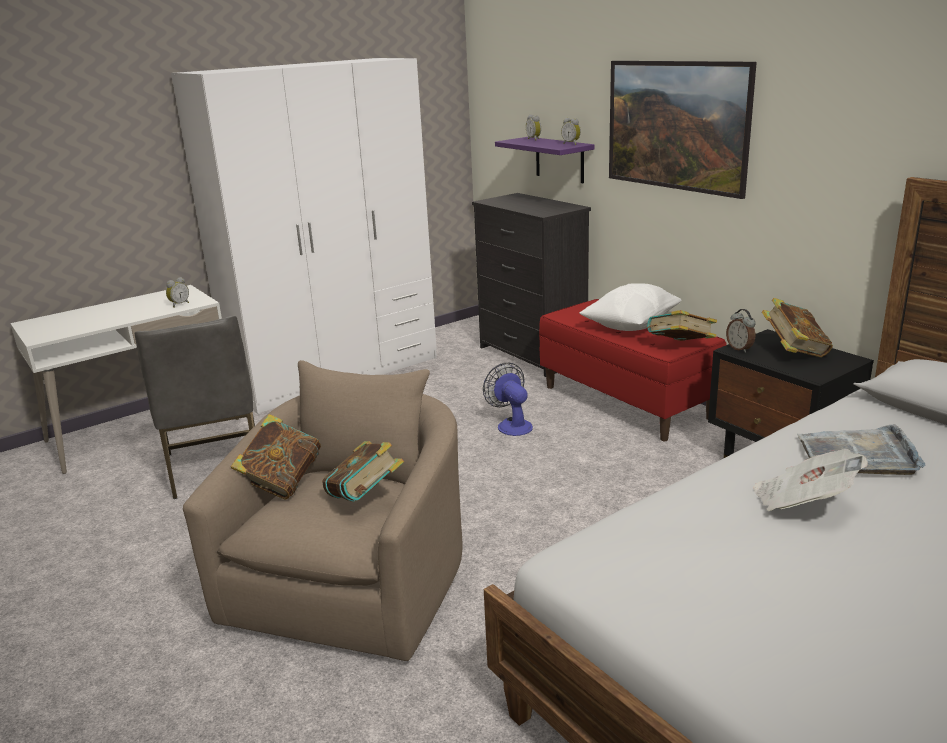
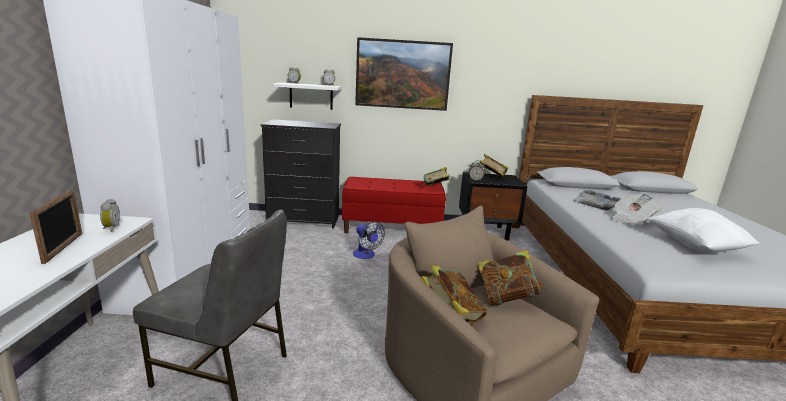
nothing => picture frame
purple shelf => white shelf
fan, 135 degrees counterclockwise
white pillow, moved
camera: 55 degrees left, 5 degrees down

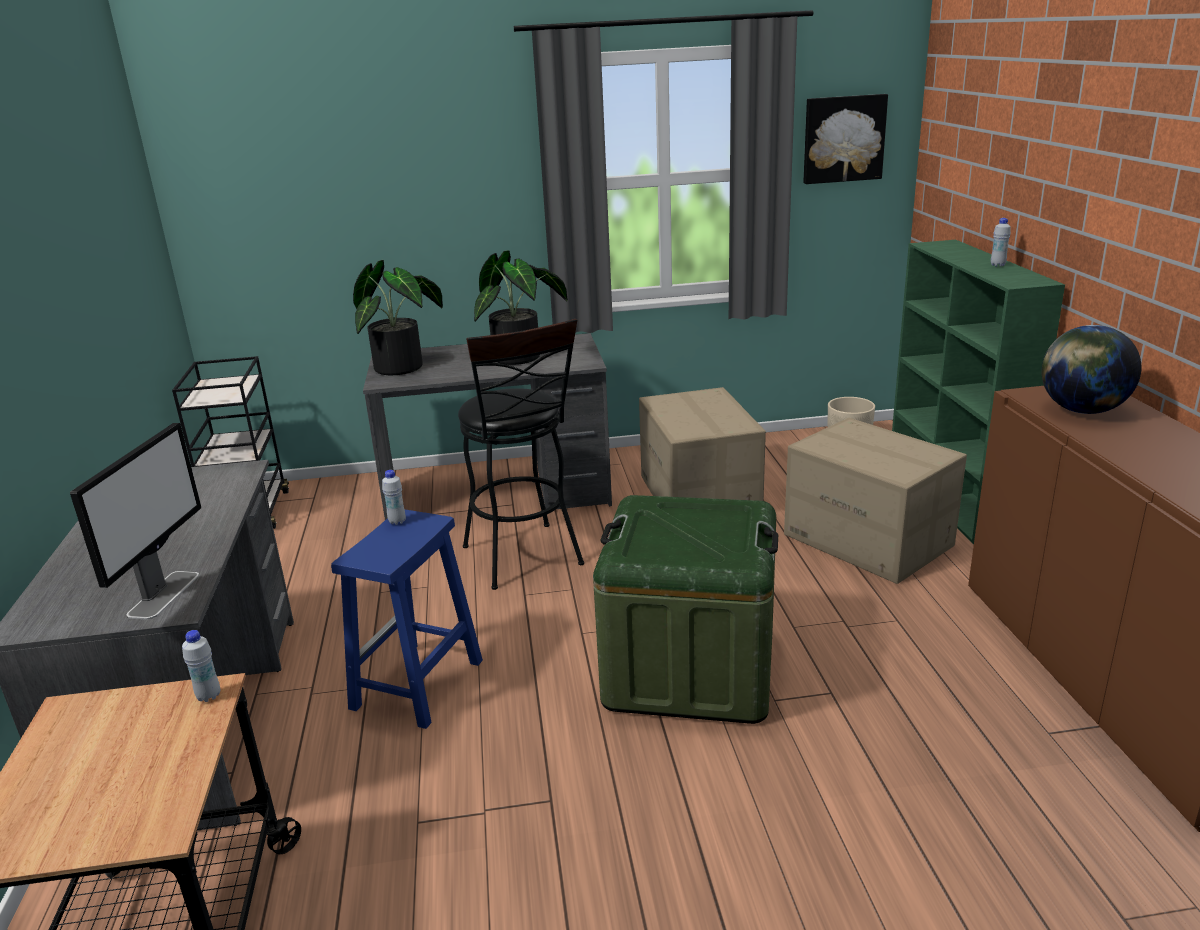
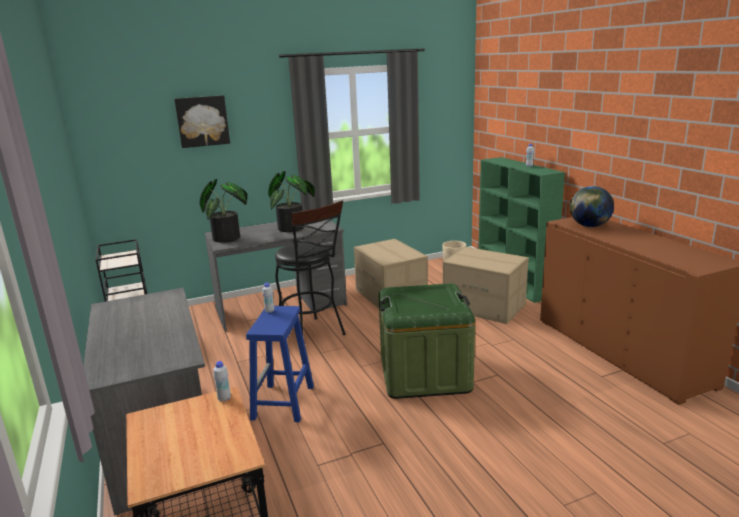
picture, moved
monitor => nothing
camera: 15 degrees left, 5 degrees down

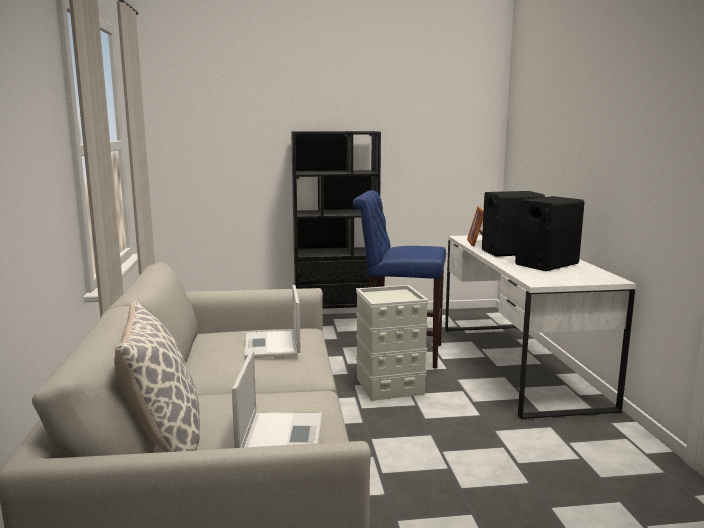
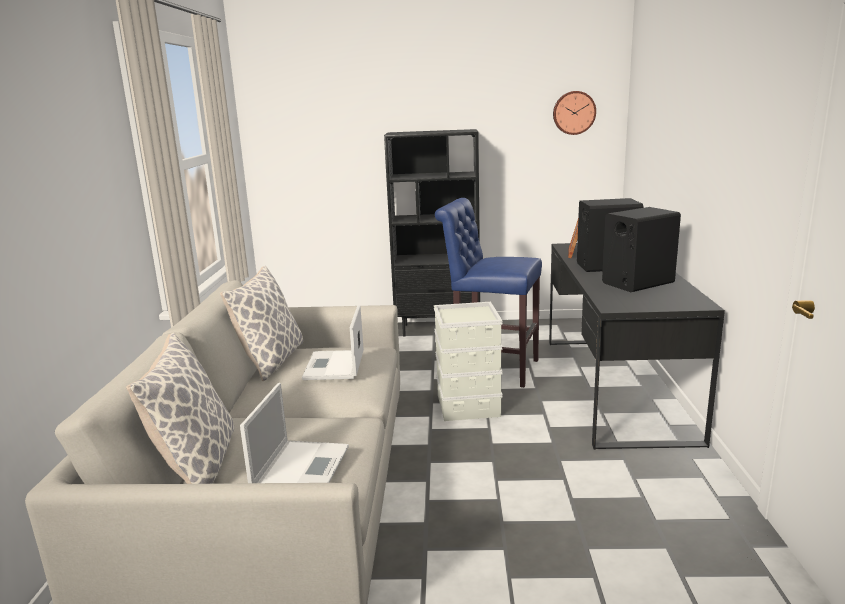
nothing => pillow (2nd from left)
white desk => black desk
nothing => wall clock
camera: 10 degrees right, 5 degrees up

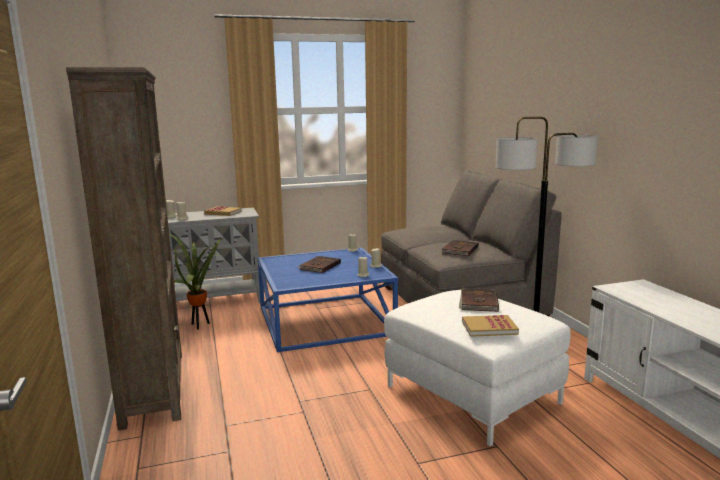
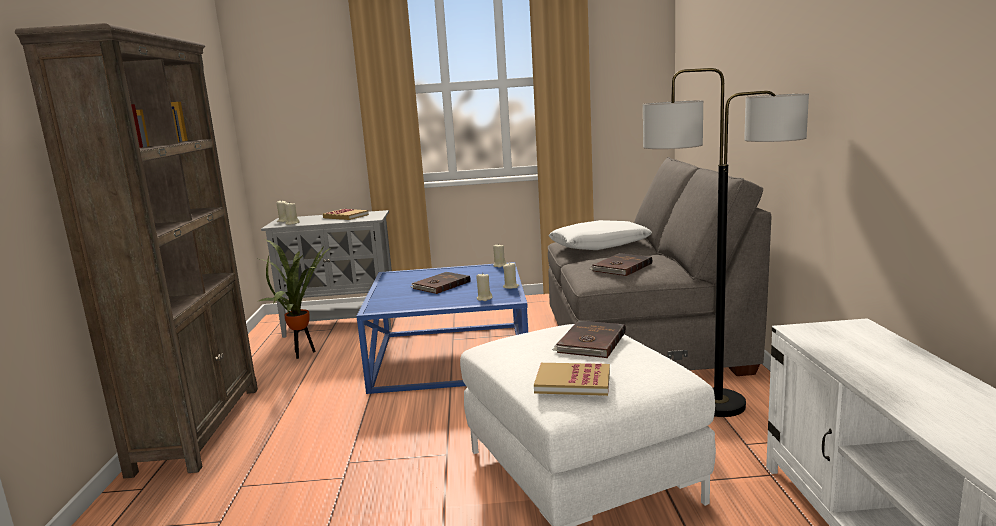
nothing => white pillow
camera: 15 degrees right, 0 degrees up

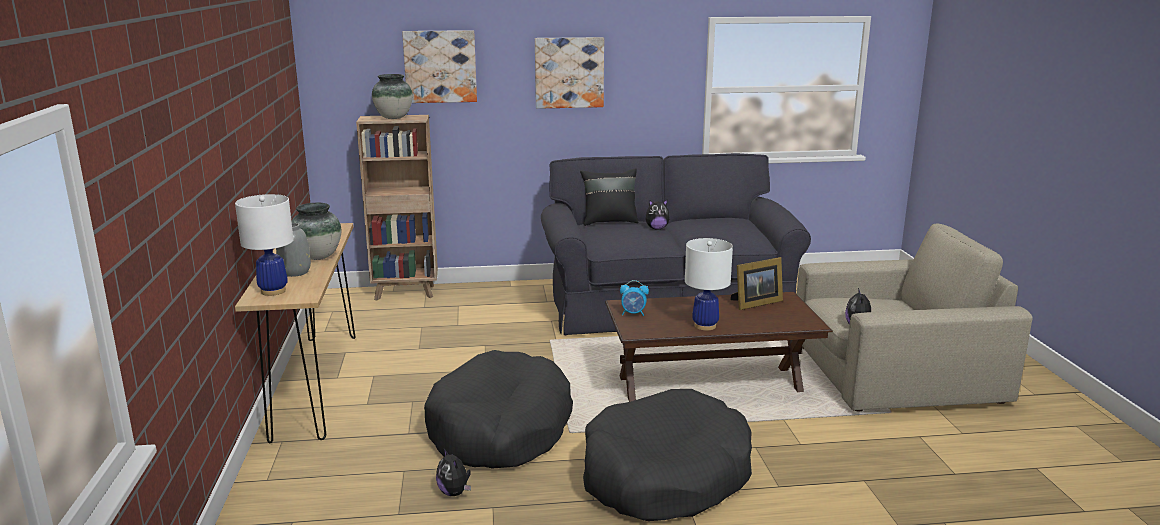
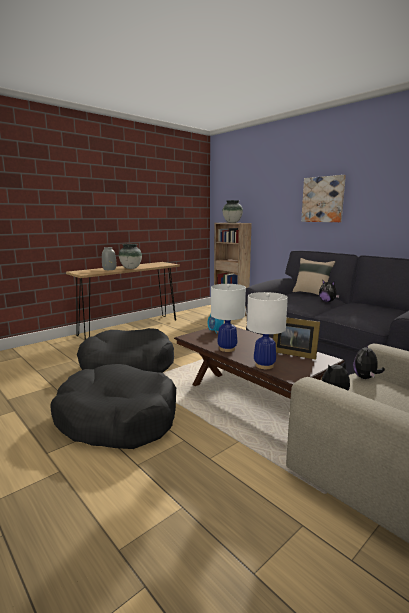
white table lamp (1st from left in the first image) => white table lamp (2nd from left), moved
black pillow => beige pillow
plush toy (1st from left in the first image) => plush toy (3rd from left), moved
picture (1st from left) => nothing
camera: 55 degrees right, 5 degrees down

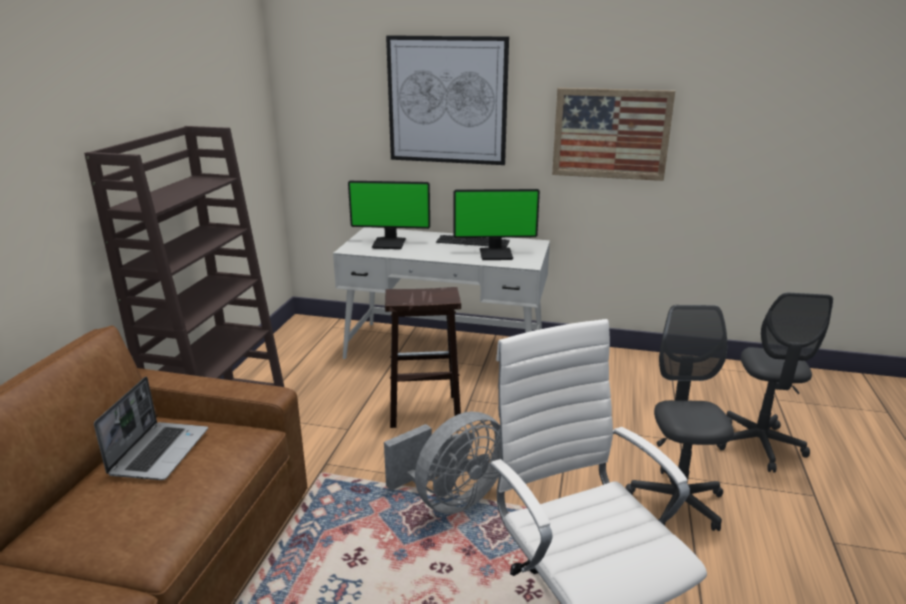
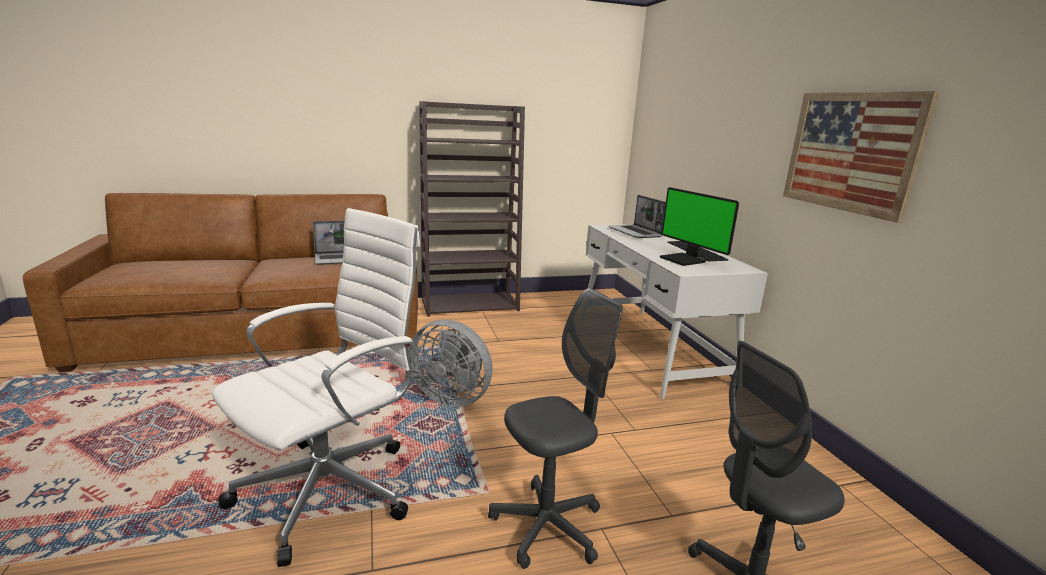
monitor (1st from left) => laptop (2nd from left)
brown stool => nothing
picture (1st from left) => nothing
camera: 60 degrees right, 5 degrees down

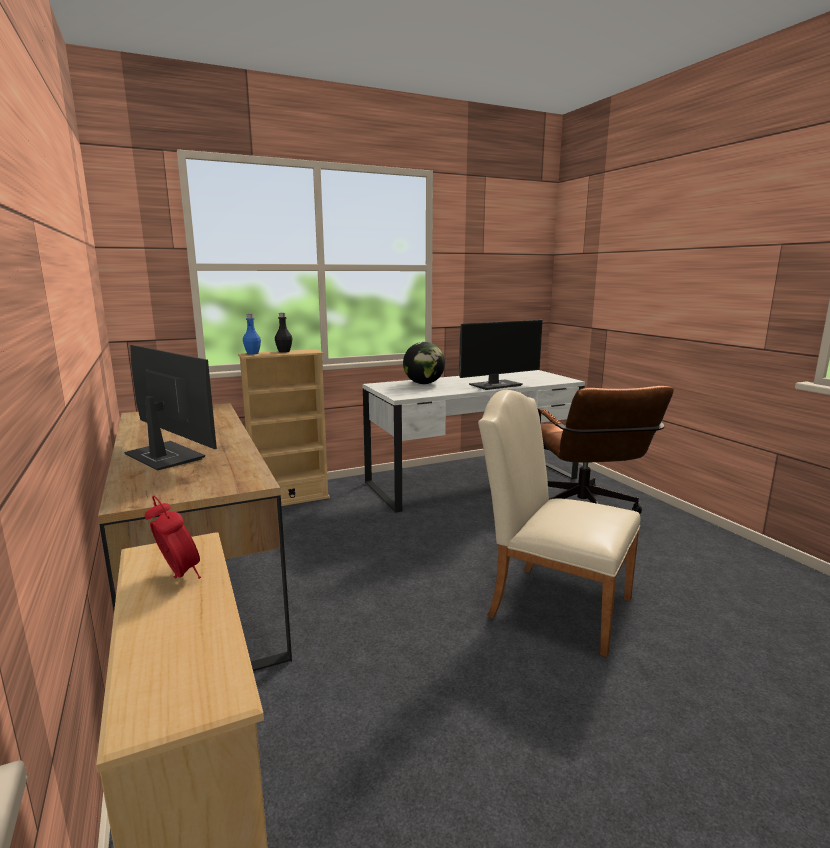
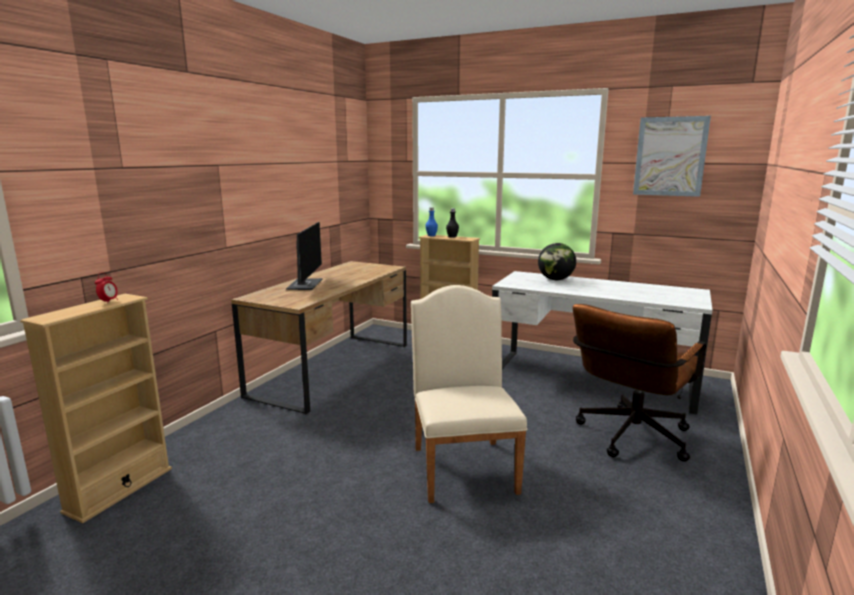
nothing => picture
monitor (2nd from left) => nothing
camera: 50 degrees right, 0 degrees up

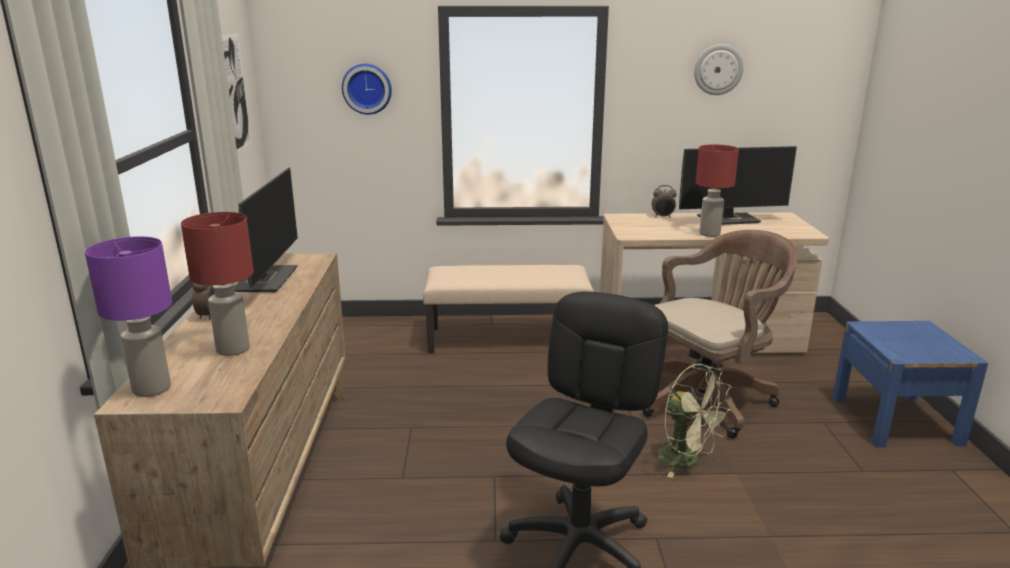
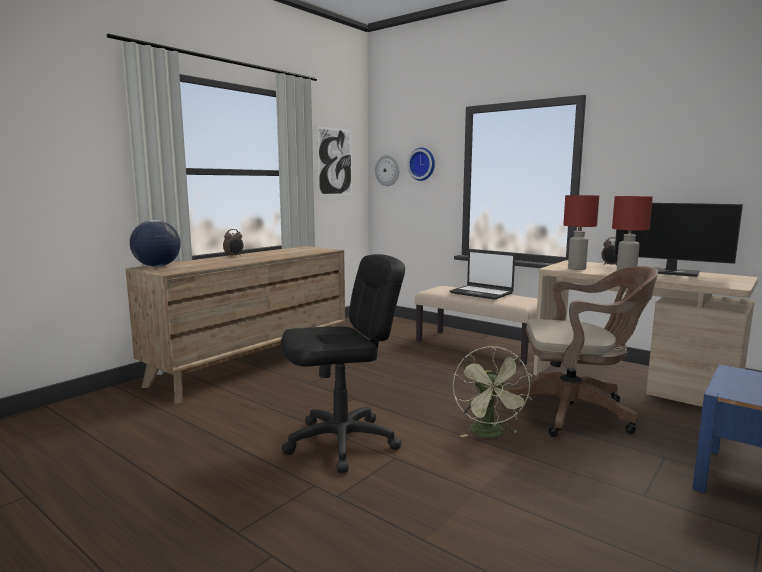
purple table lamp => globe
wall clock (2nd from left in the first image) => wall clock (1st from left), moved
nothing => laptop
red table lamp (1st from left), moved
monitor (1st from left) => nothing
camera: 40 degrees right, 10 degrees down

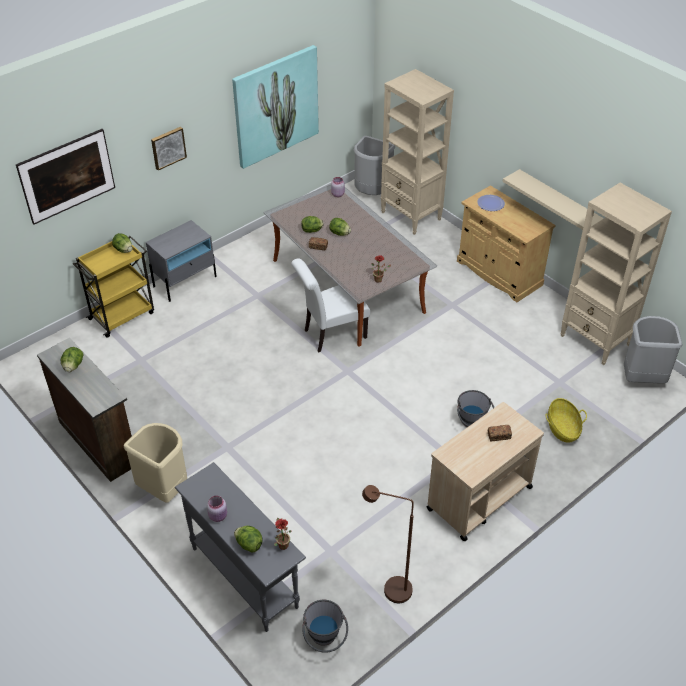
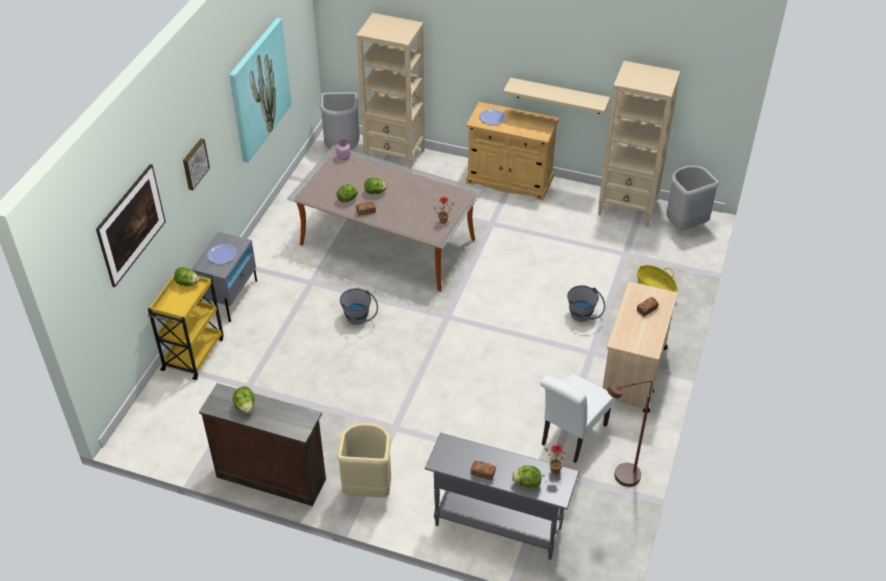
nothing => plate (1st from left)
grey bucket (1st from left), moved
pink jar (1st from left) => bread (2nd from left)
white chair, moved
camera: 30 degrees left, 0 degrees up

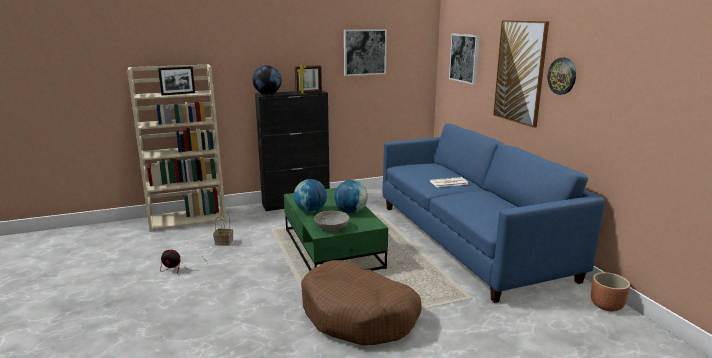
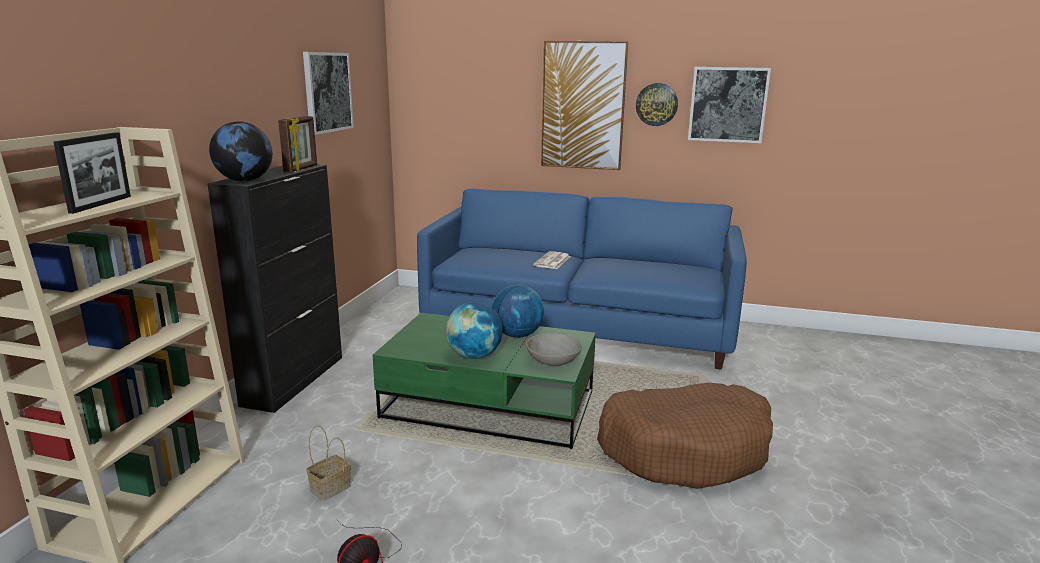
picture (2nd from left in the first image) => picture (3rd from left), moved
brown planter => nothing
camera: 55 degrees left, 0 degrees up

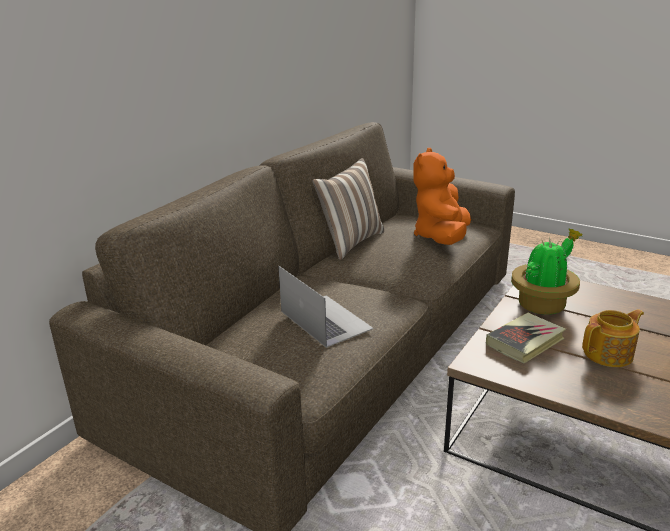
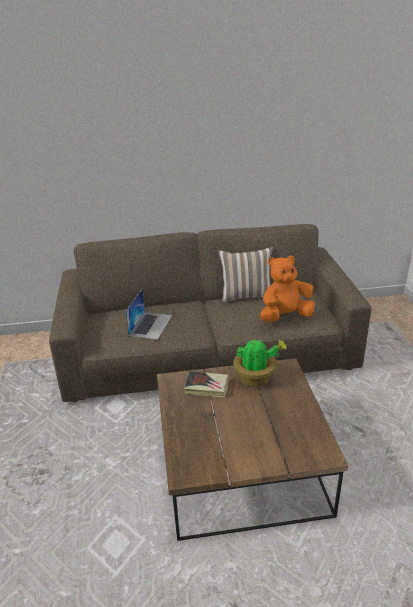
teapot => nothing
camera: 50 degrees right, 5 degrees up

